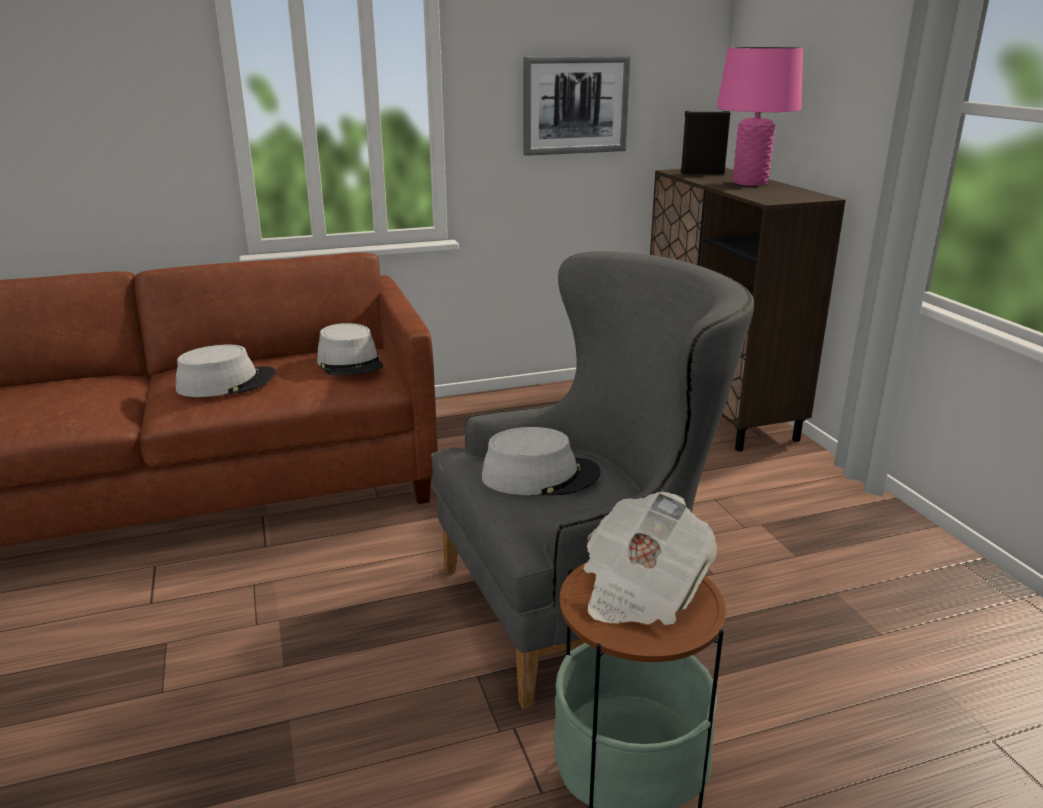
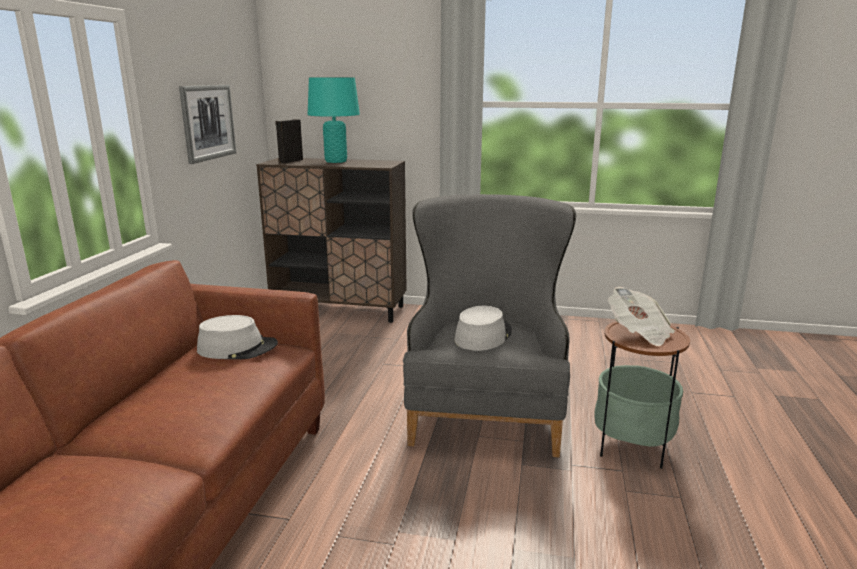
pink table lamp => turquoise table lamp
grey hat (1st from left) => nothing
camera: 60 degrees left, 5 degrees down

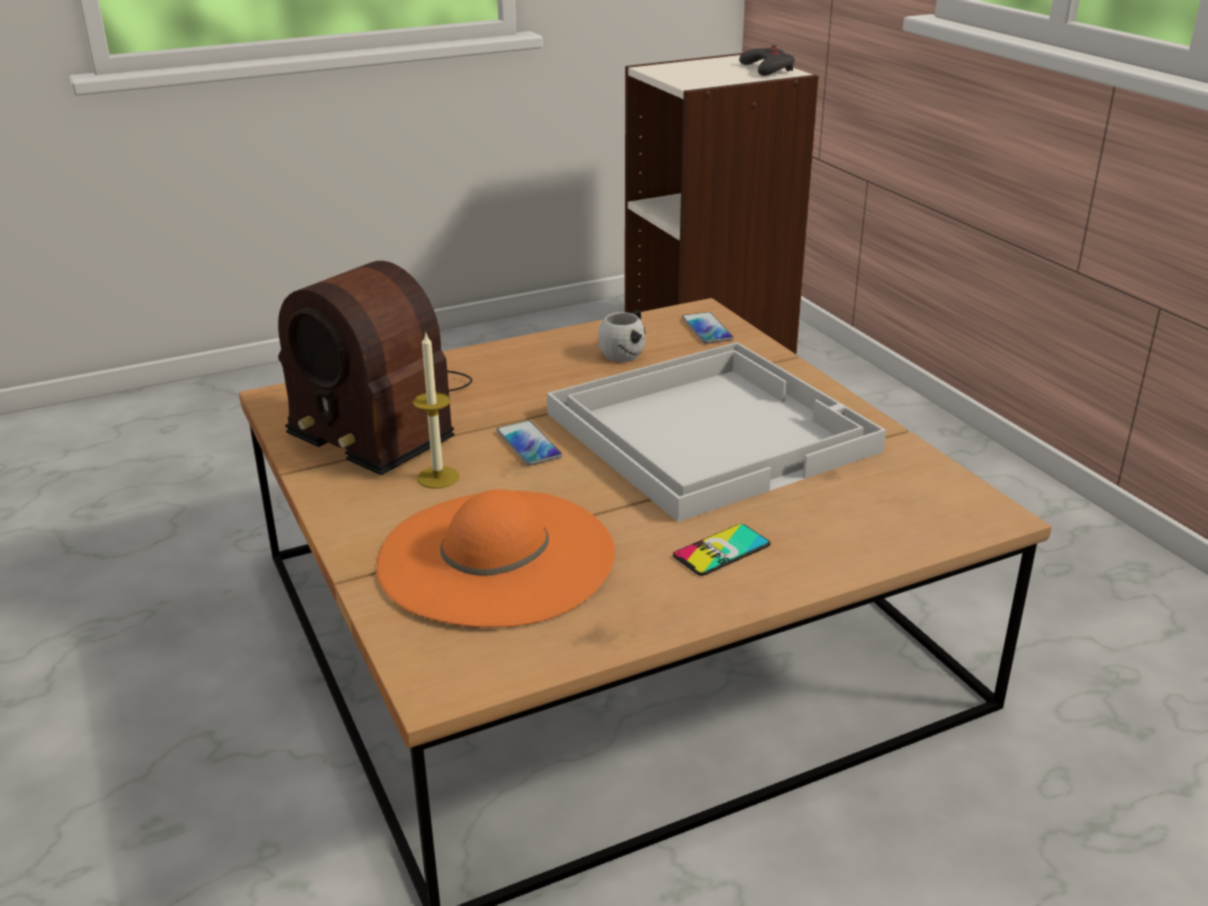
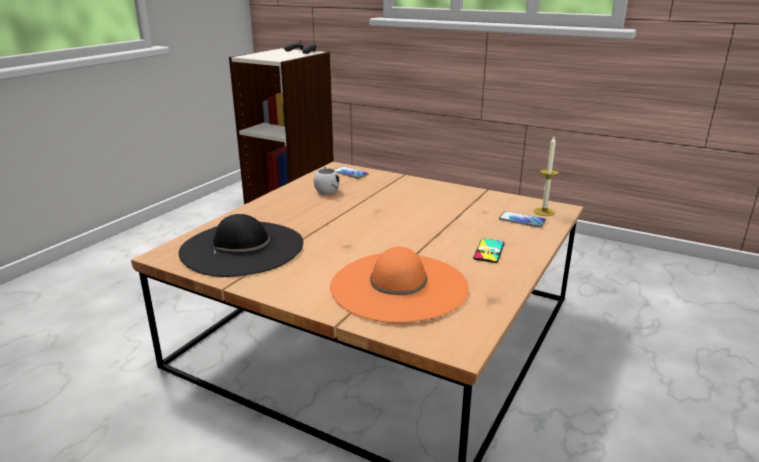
radio => black hat
phone (1st from left in the first image) => phone (3rd from left), moved
candle, moved
white tray => nothing
camera: 35 degrees left, 5 degrees down

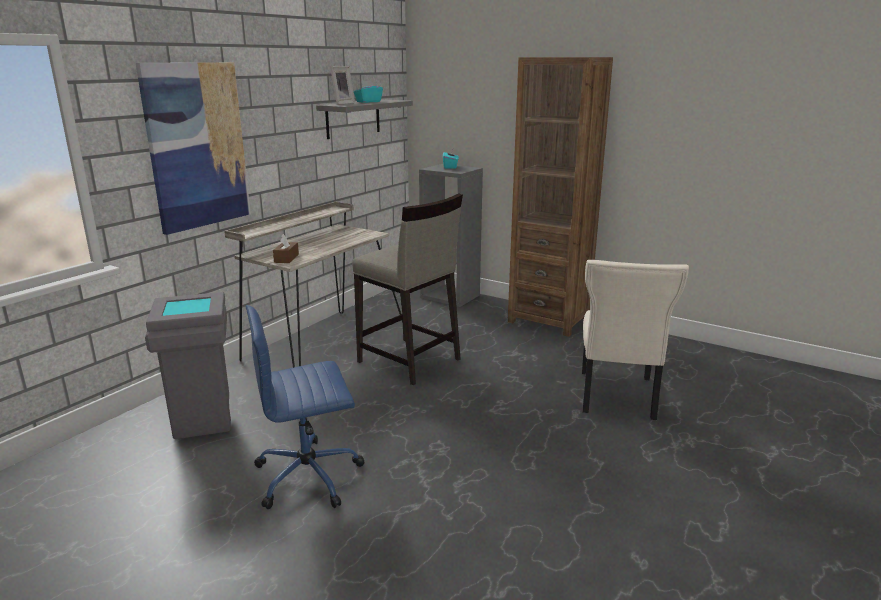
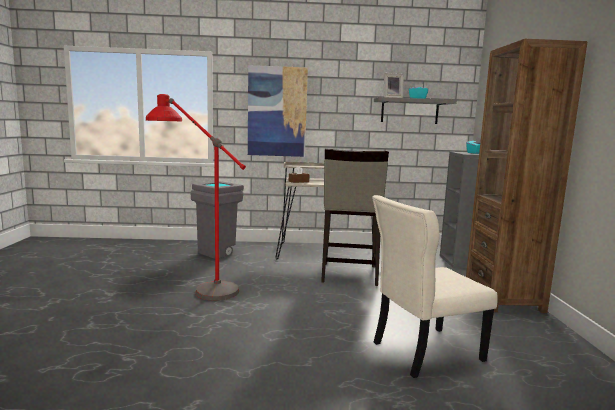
blue office chair => red floor lamp
camera: 55 degrees right, 10 degrees down

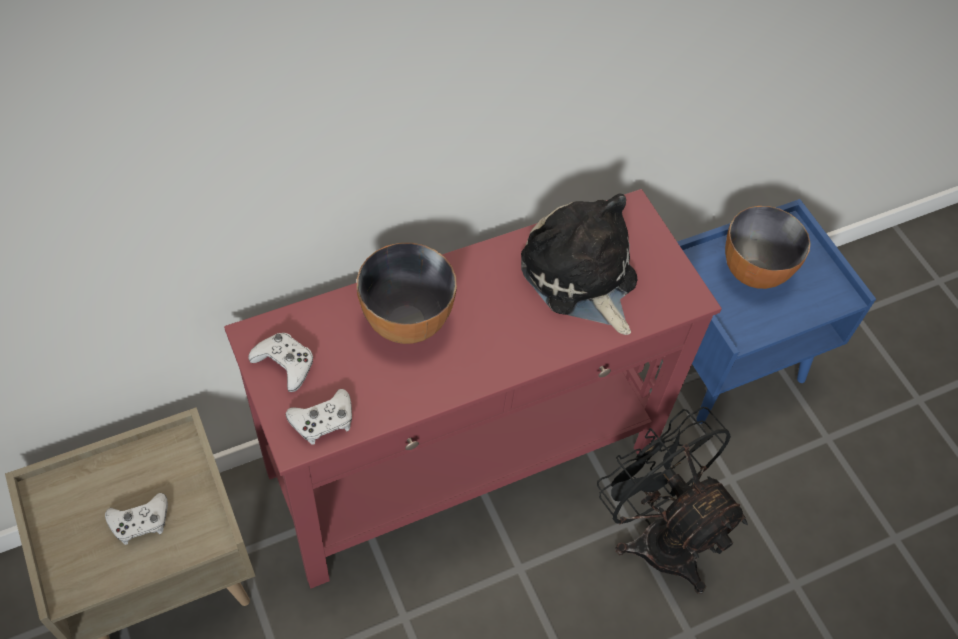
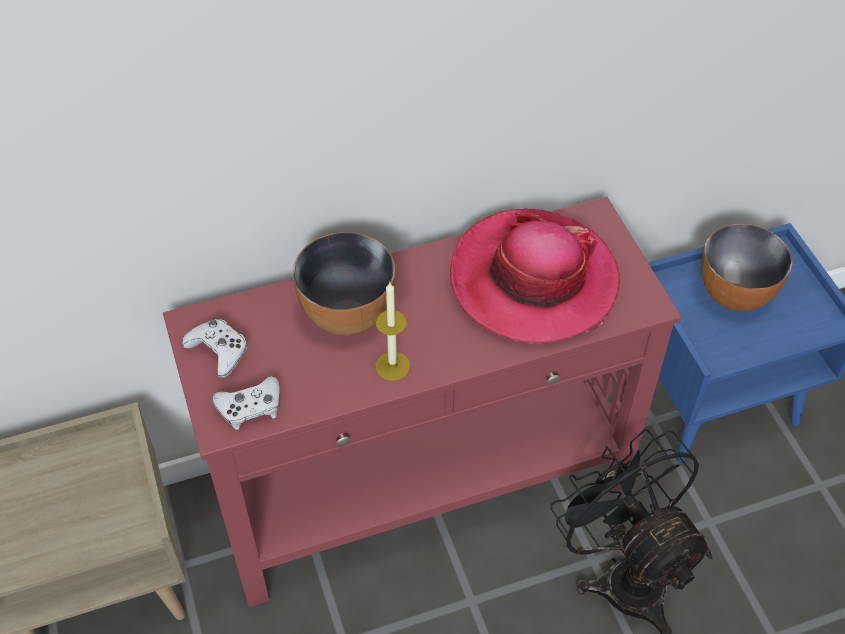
nothing => candle
plush toy => hat
white game controller (1st from left) => nothing
camera: 10 degrees right, 5 degrees down

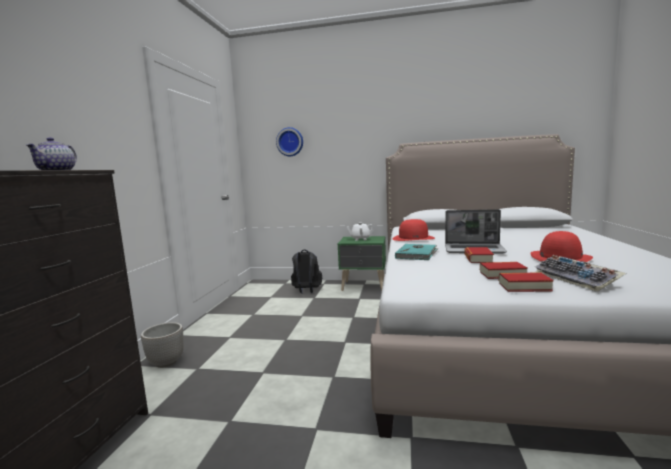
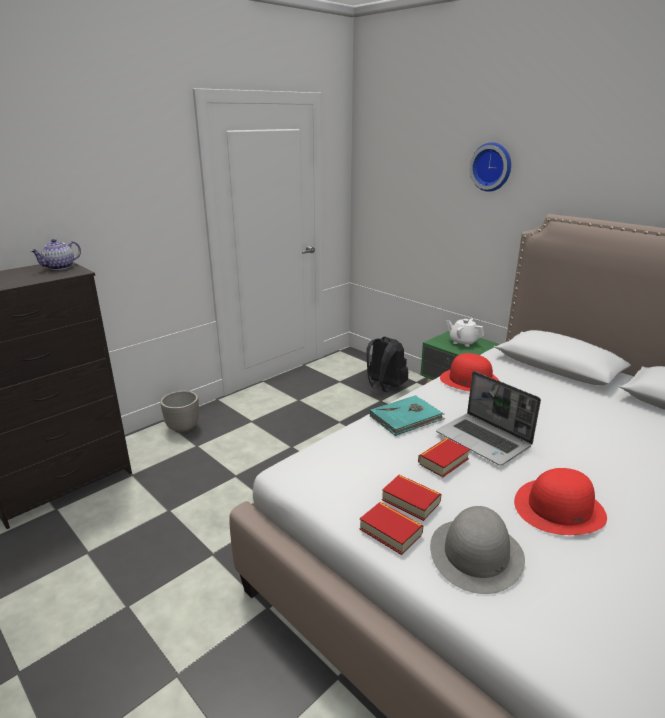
keyboard => grey hat
wall clock, moved
camera: 35 degrees right, 15 degrees up

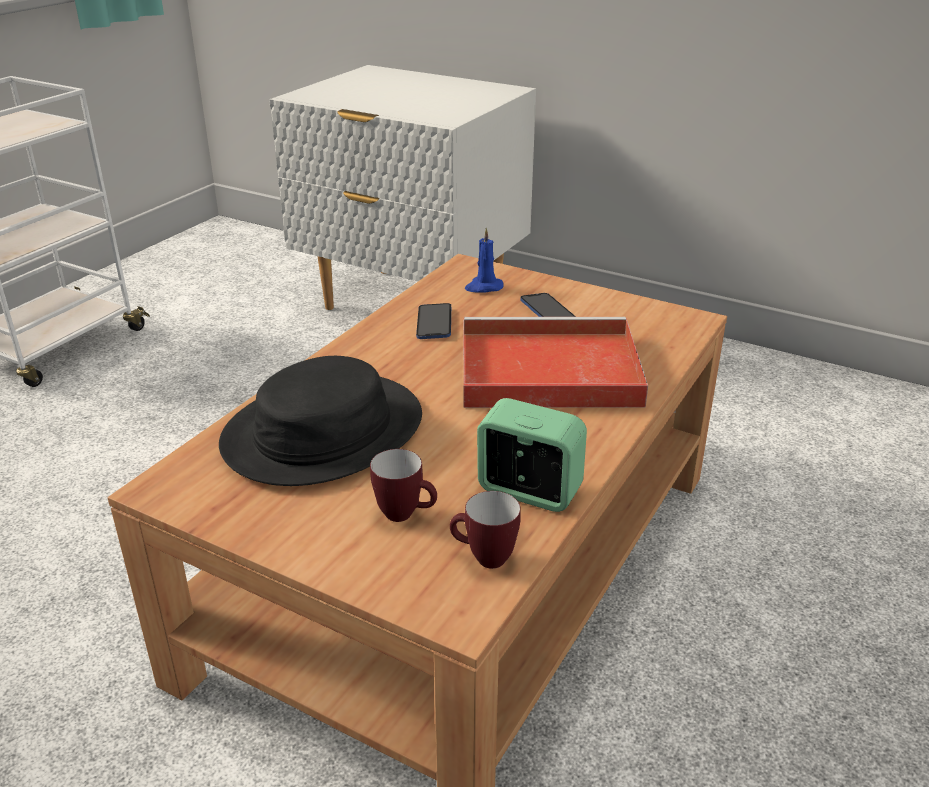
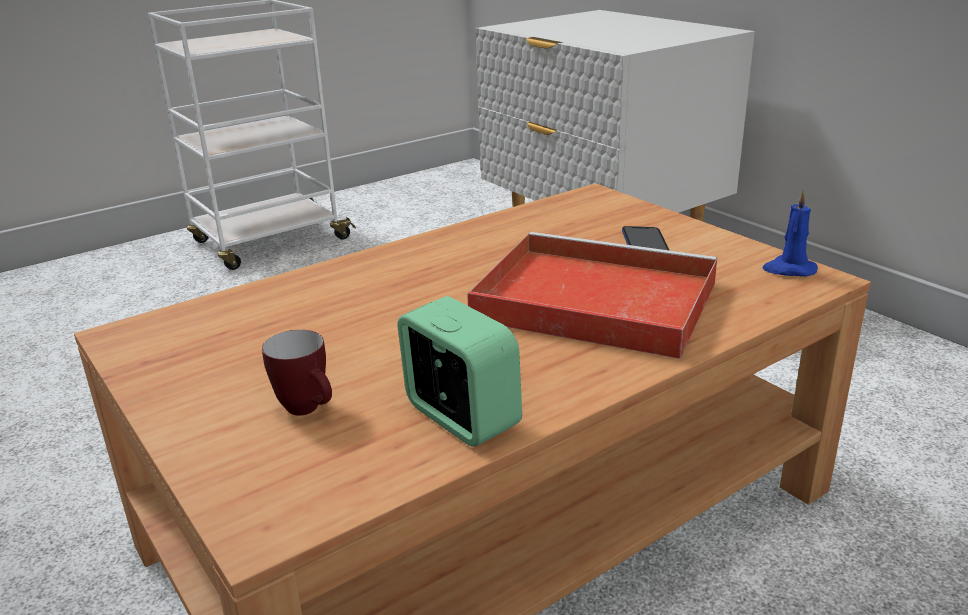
blue candle, moved
black hat => nothing
phone (1st from left) => nothing
mug (2nd from left) => nothing
camera: 25 degrees right, 5 degrees down

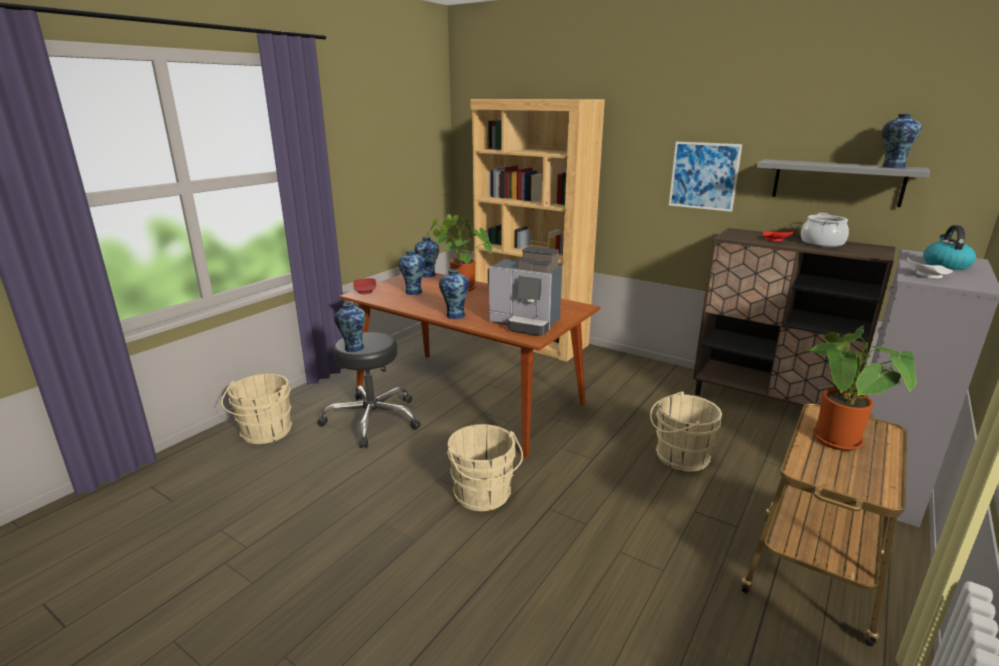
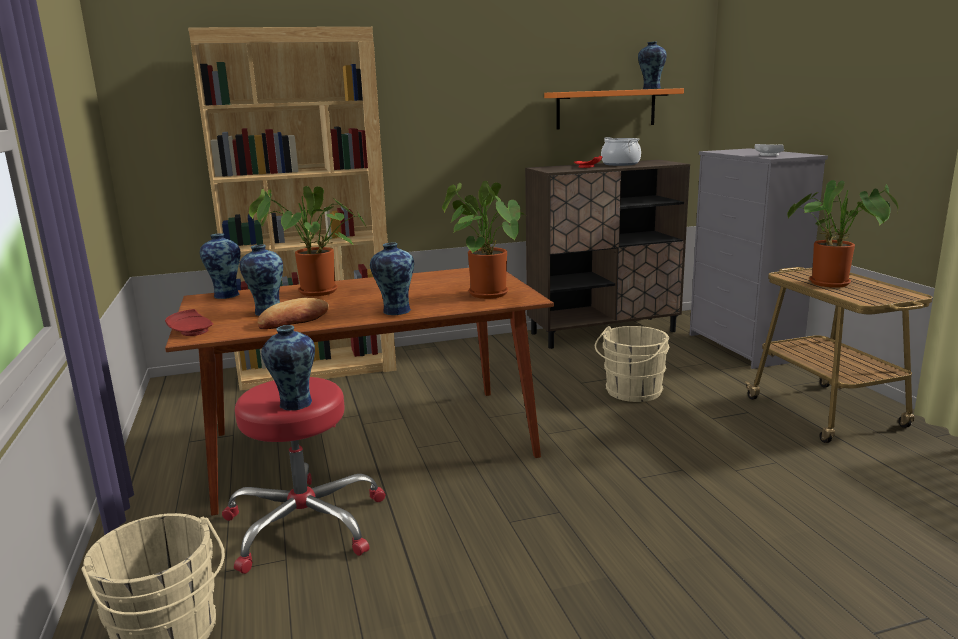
black stool => red stool
nothing => bread
coffee machine => potted plant (2nd from left)
grey shelf => orange shelf
beige bucket (2nd from left) => nothing
picture => nothing
kettle => nothing
camera: 50 degrees left, 5 degrees down

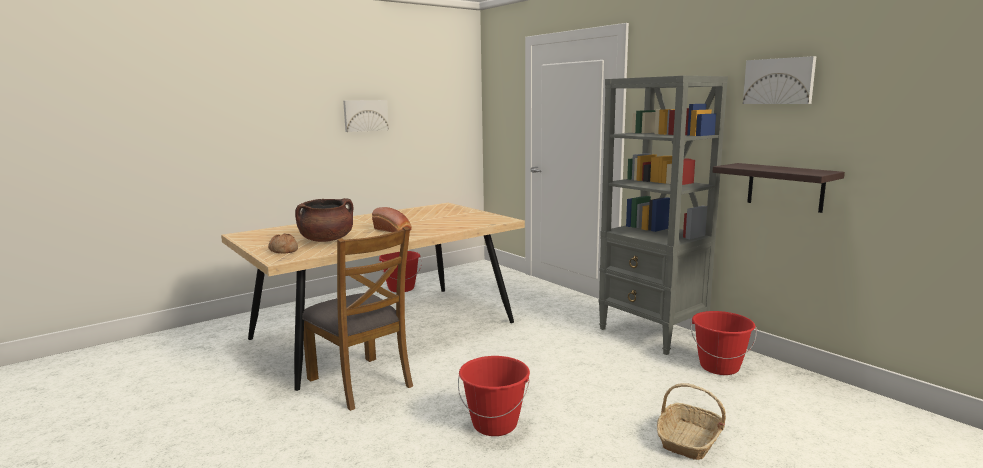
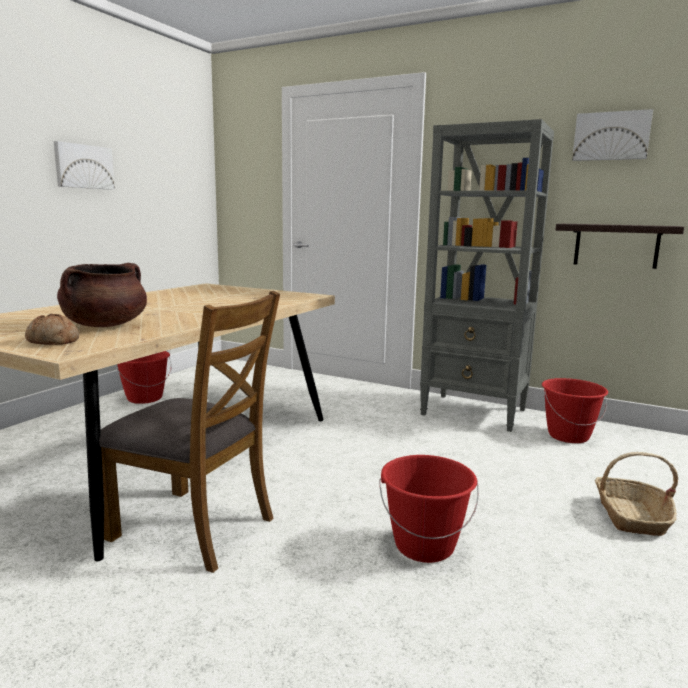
bread (2nd from left) => nothing
camera: 25 degrees left, 0 degrees up

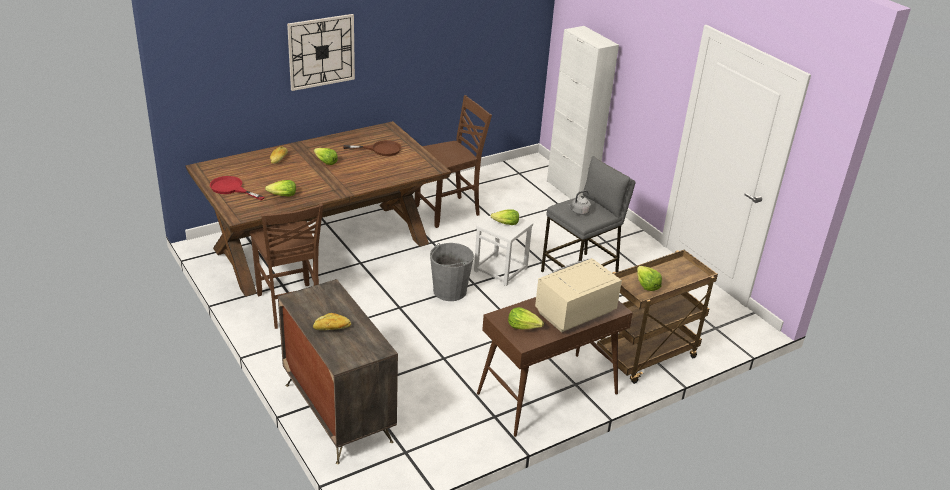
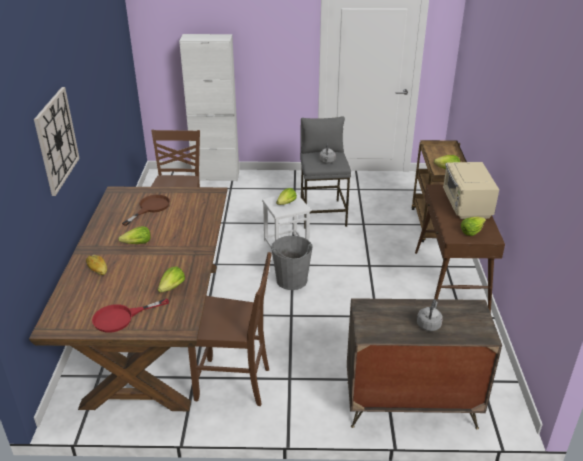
bread (2nd from left) => grey kettle (2nd from left)
camera: 55 degrees left, 0 degrees up

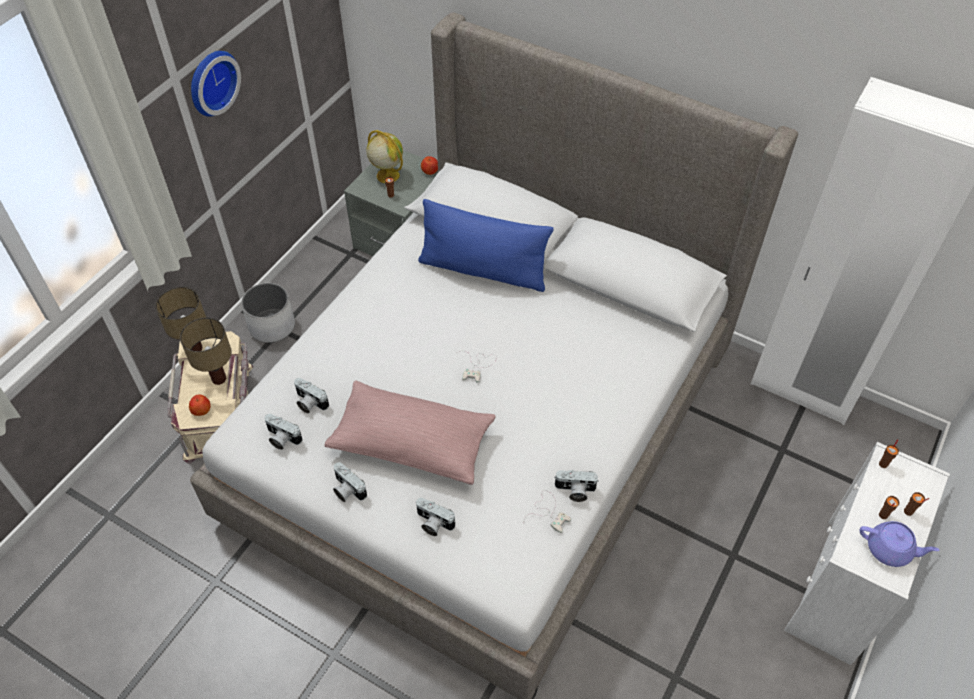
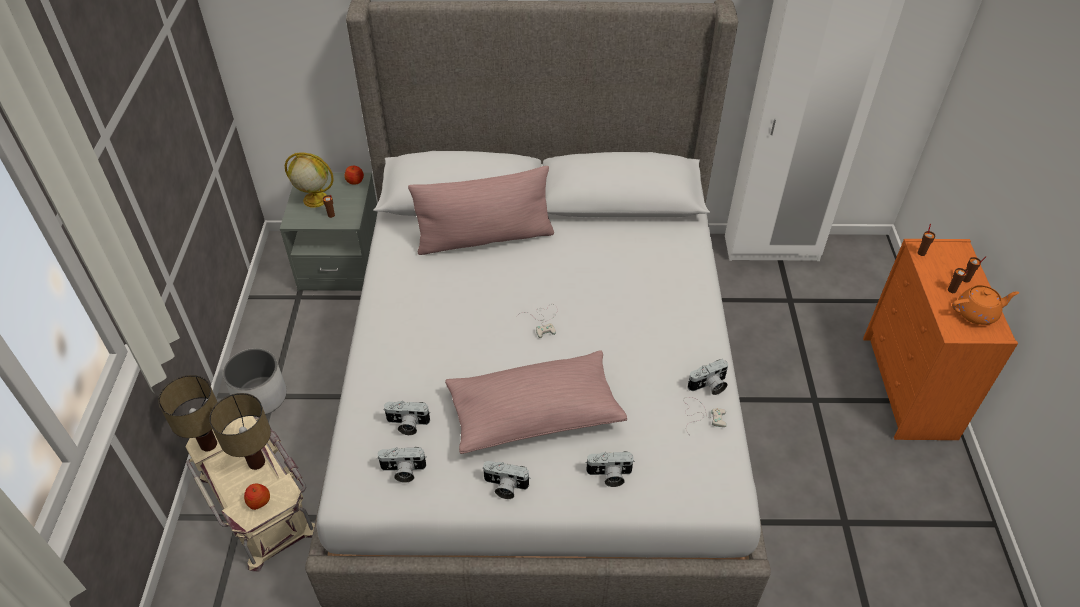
blue pillow => pink pillow (1st from left)
white dresser => orange dresser
purple teapot => orange teapot
wall clock => nothing
camera: 30 degrees left, 5 degrees down

